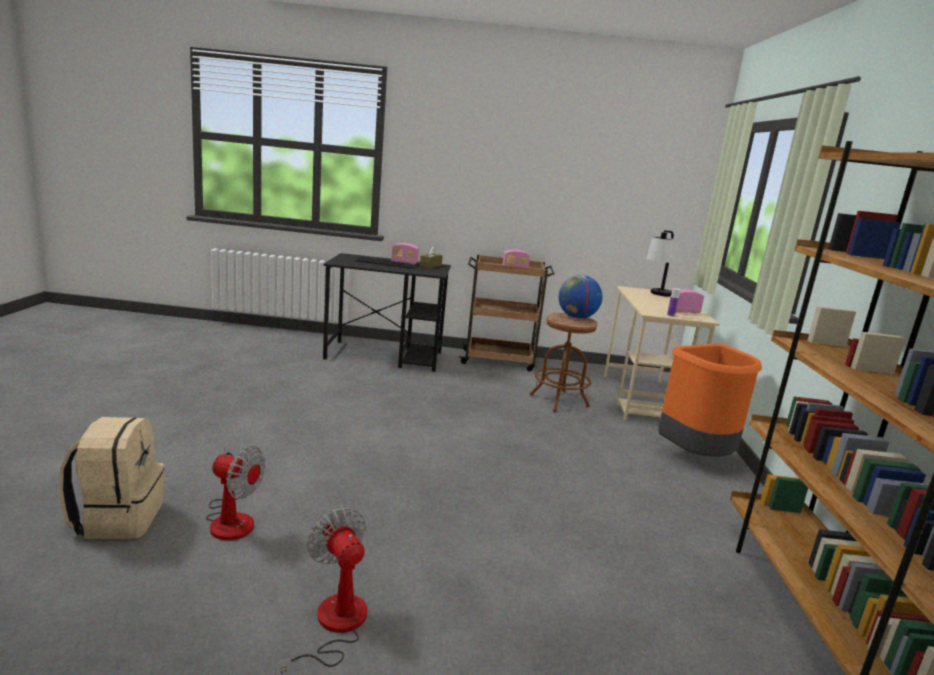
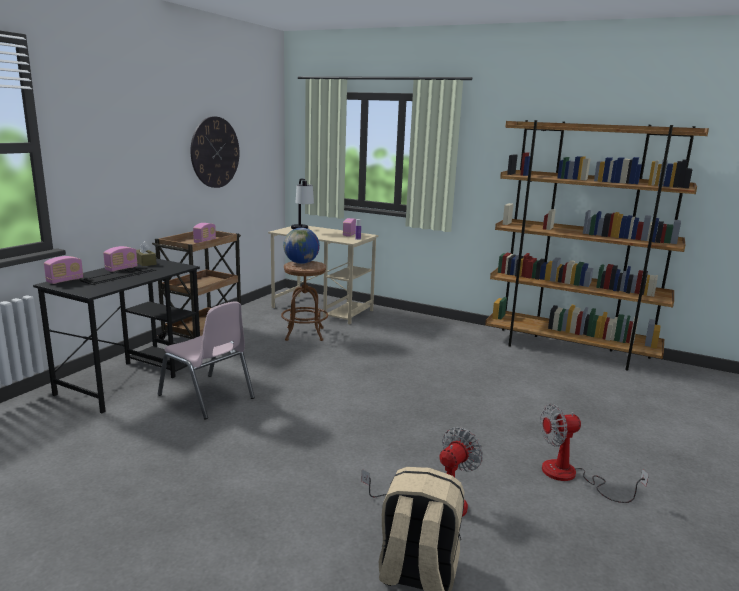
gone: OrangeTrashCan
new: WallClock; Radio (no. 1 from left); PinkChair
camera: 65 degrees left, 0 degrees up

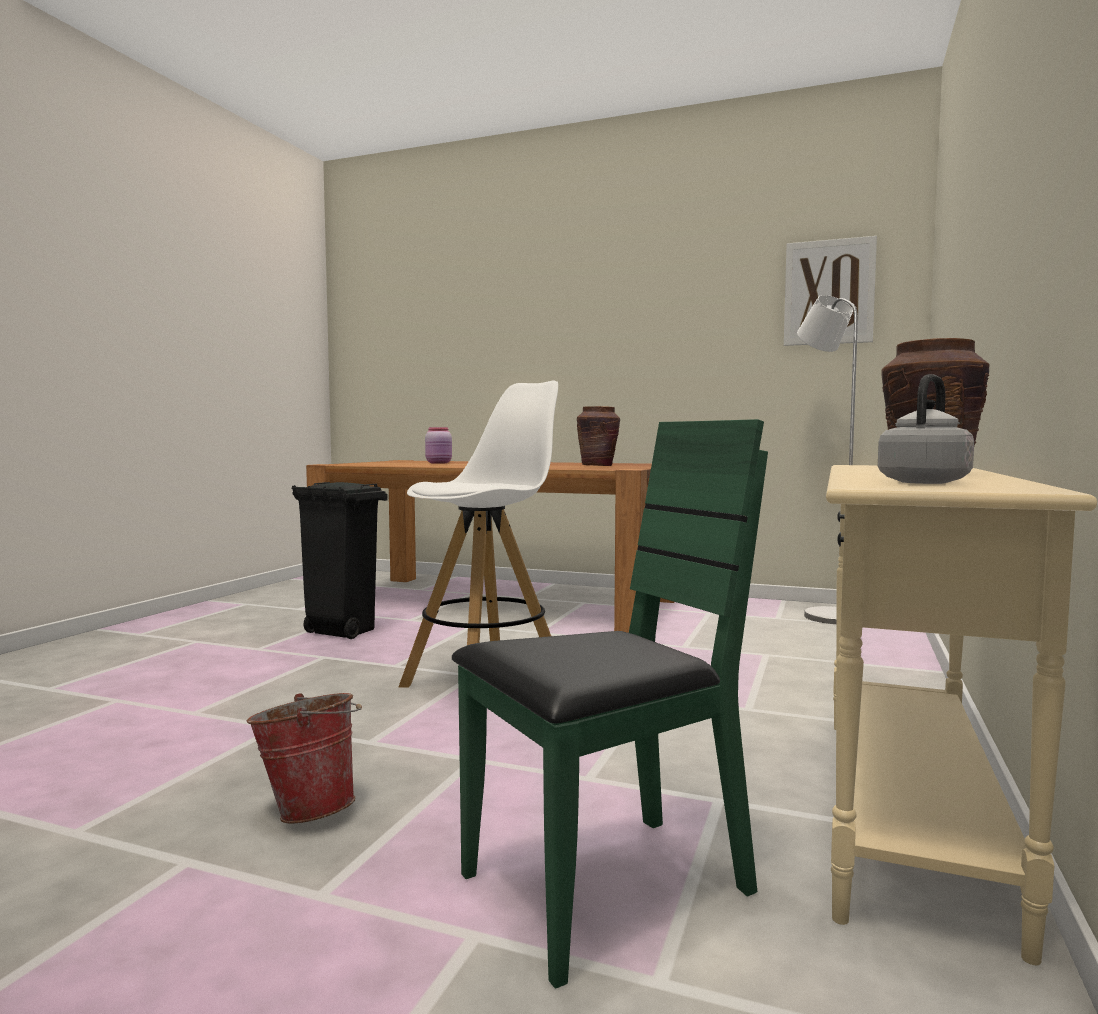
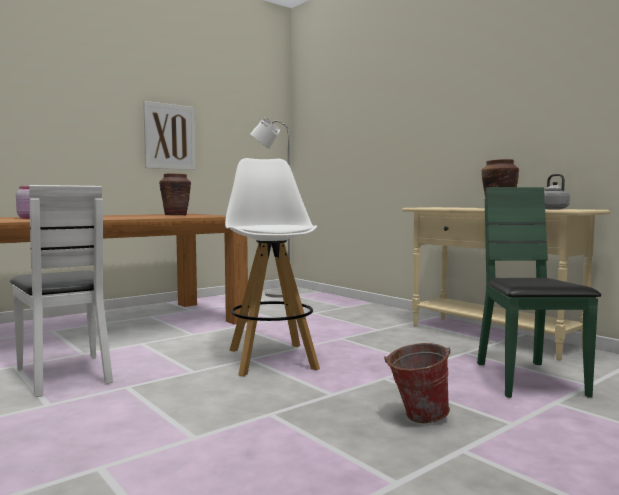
shifted: Picture
swapped: BlackTrashCan to WhiteChair
camera: 60 degrees left, 0 degrees up

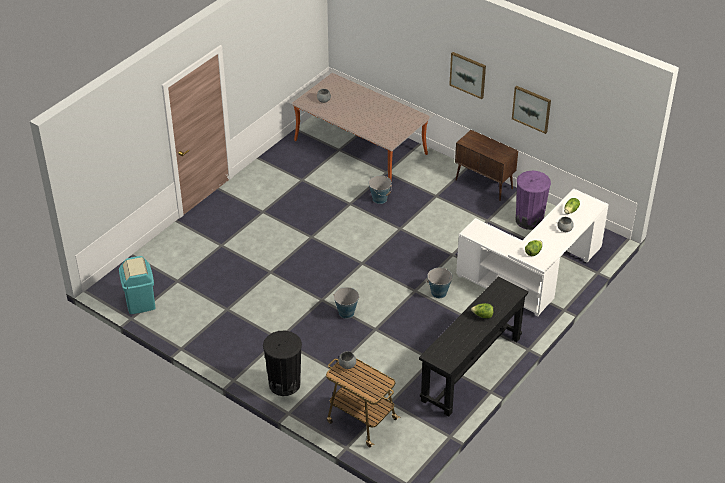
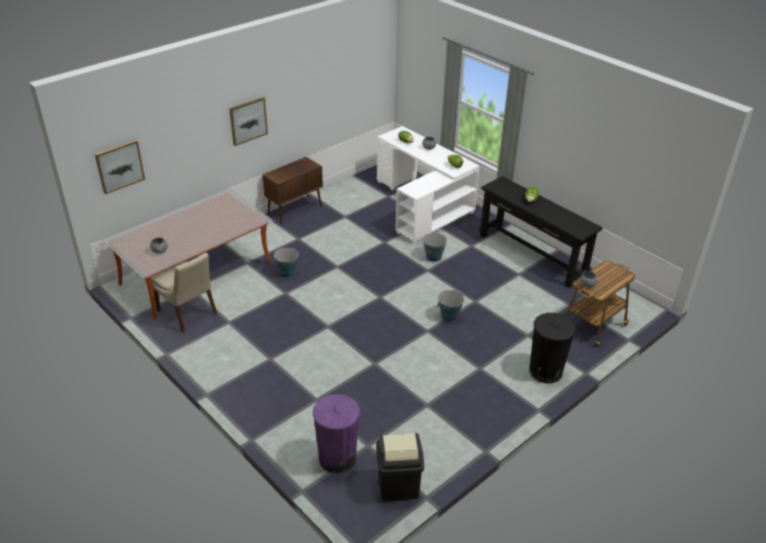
new: BeigeChair
shifted: Picture (no. 2 from left in the first image) to Picture (no. 1 from left); PurpleTrashCan
repainted: TurquoiseTrashCan to BlackTrashCan (no. 1 from left)
camera: 80 degrees left, 5 degrees down

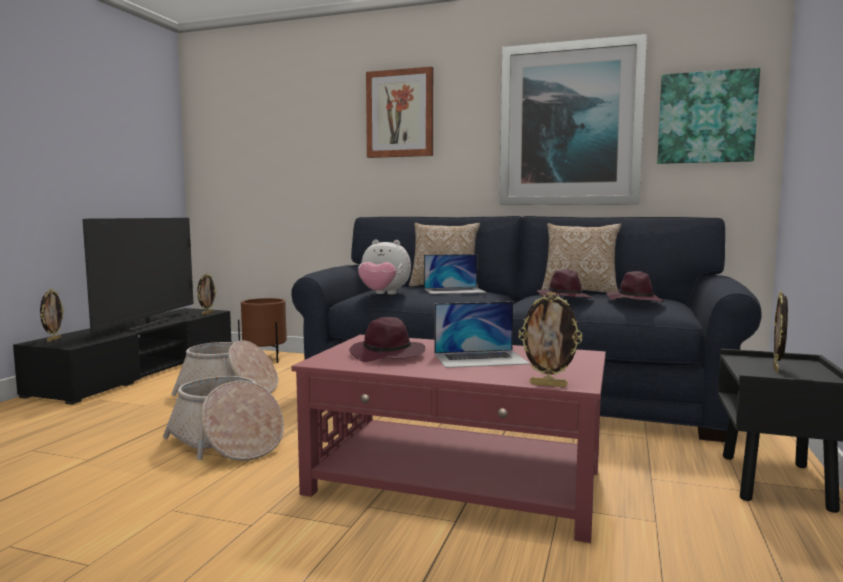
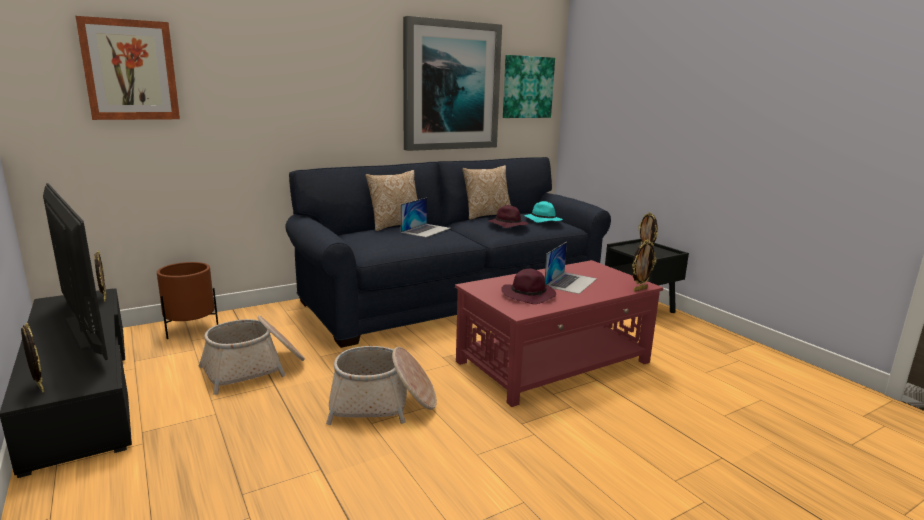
gone: PlushToy
shifted: Picture (no. 1 from left)
repainted: PurpleHat (no. 3 from left) to TurquoiseHat
camera: 50 degrees left, 10 degrees up

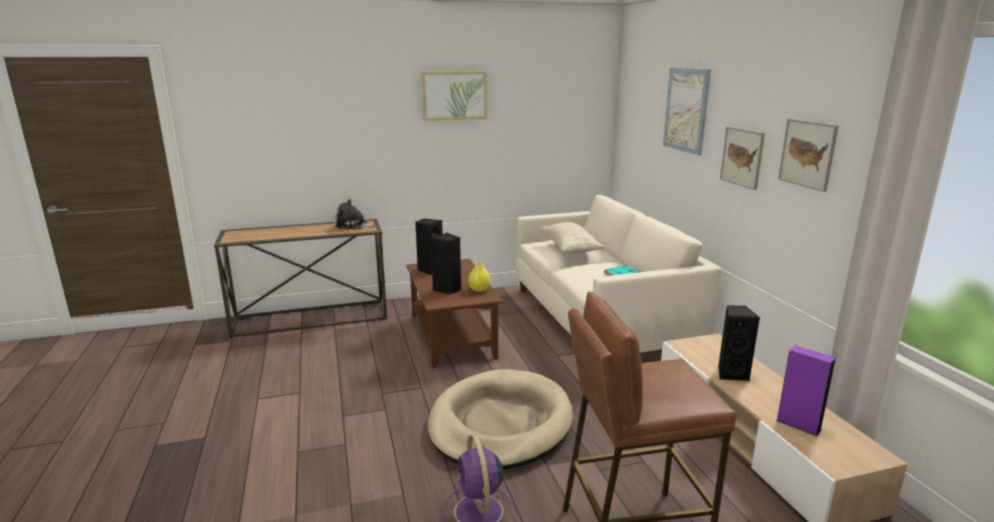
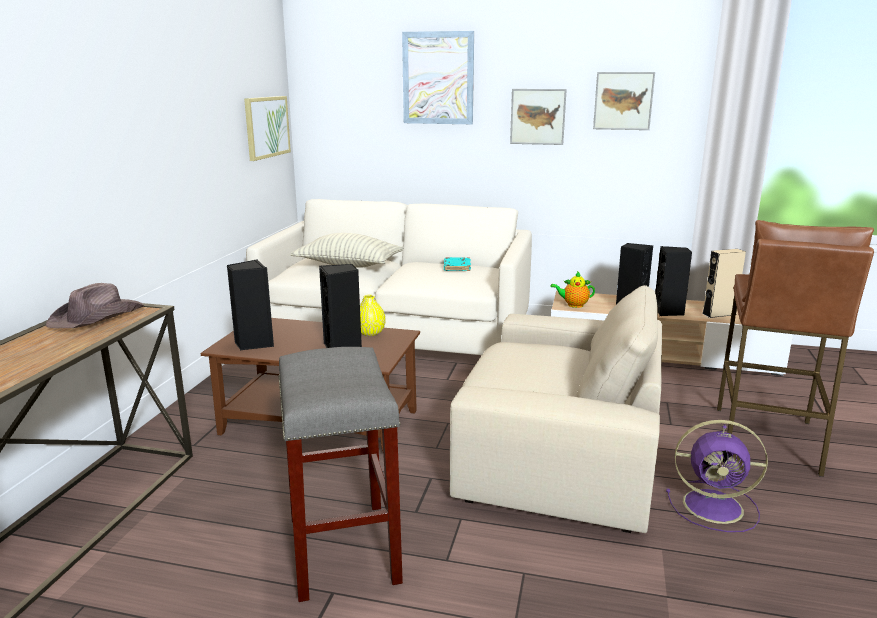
new: BlackSpeaker (no. 4 from left); Teapot; GreyStool
shifted: Picture (no. 1 from left)
swapped: PlushToy to BrownHat; BeigeDogBed to BeigeArmchair
repainted: PurpleSpeaker to BeigeSpeaker
camera: 60 degrees left, 0 degrees up

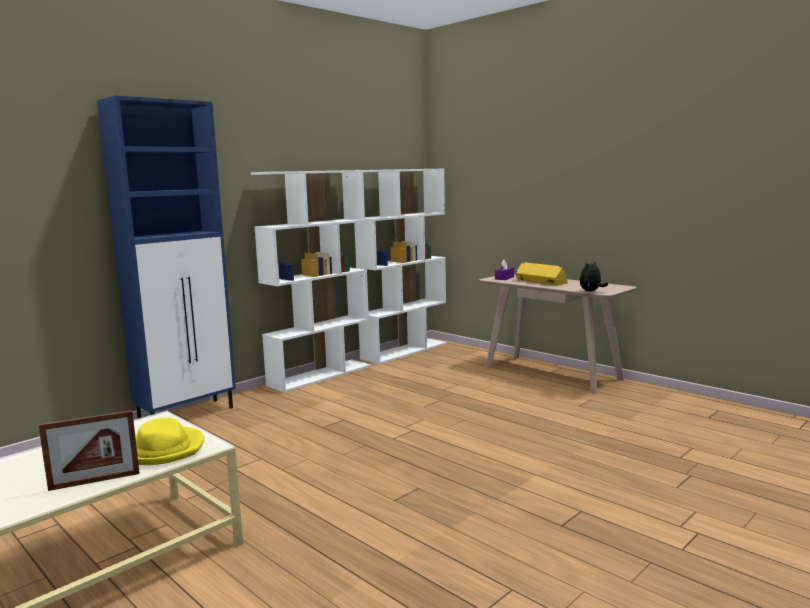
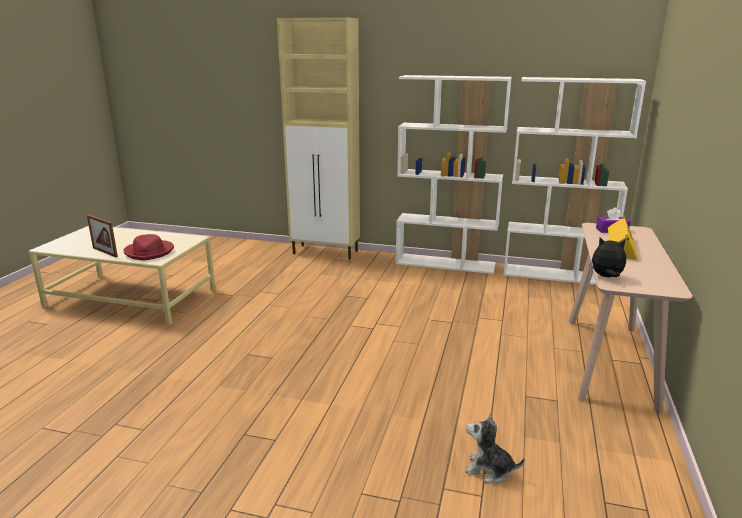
new: PlushToy (no. 1 from left)
repainted: BlueCabinet to BeigeCabinet; YellowHat to RedHat
camera: 60 degrees right, 10 degrees up

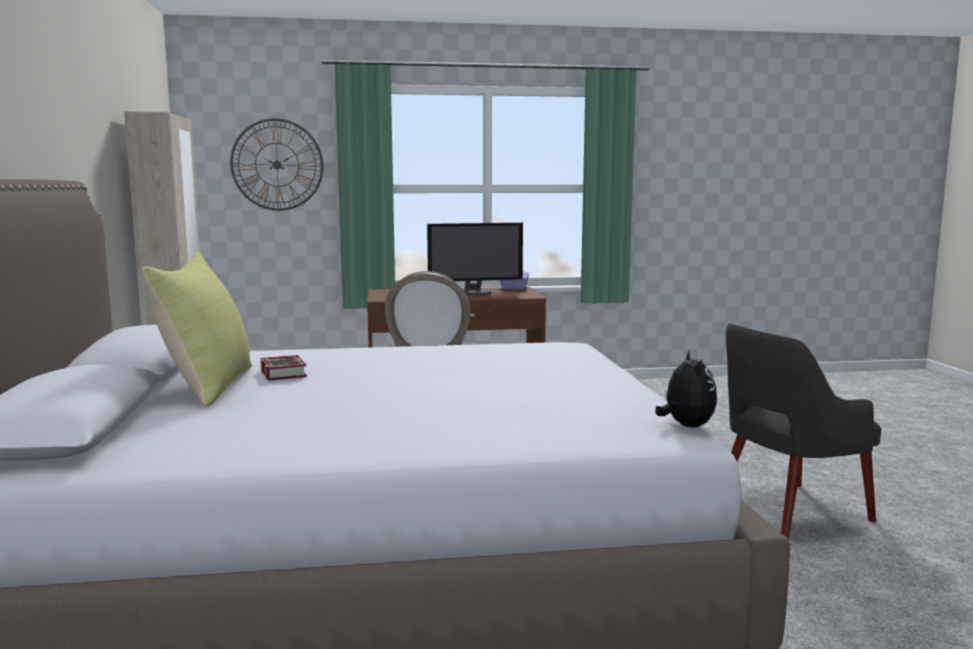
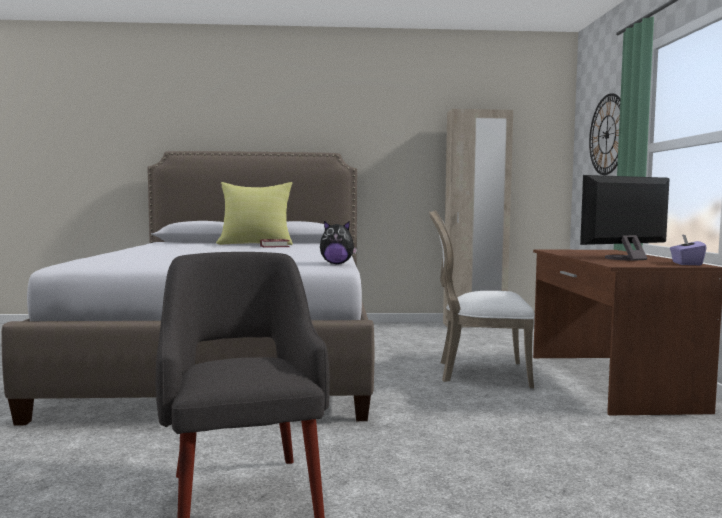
shifted: PlushToy
rotated: Monitor 75 degrees clockwise
camera: 95 degrees right, 5 degrees down

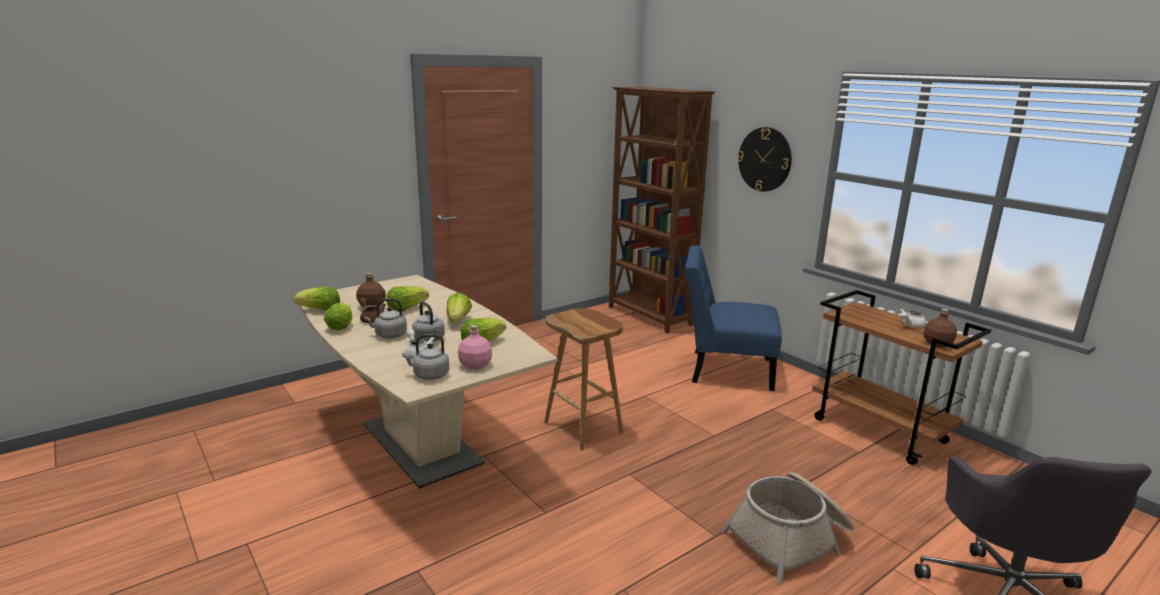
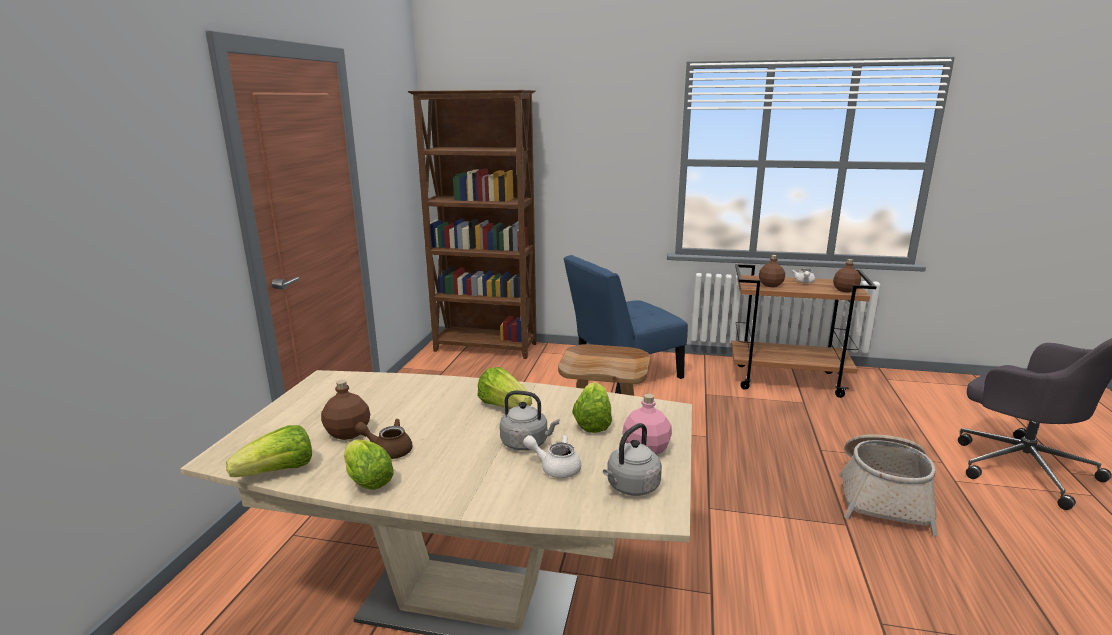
gone: WallClock; Lettuce (no. 3 from left); GreyKettle (no. 1 from left)
new: BrownBottle (no. 2 from left)
camera: 40 degrees left, 0 degrees up

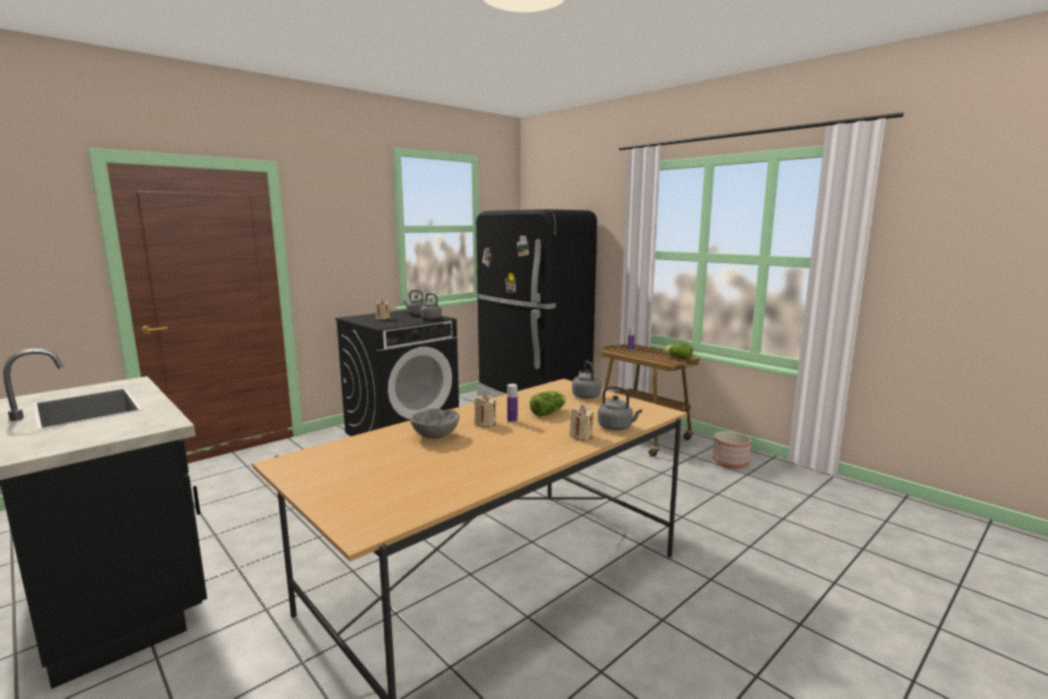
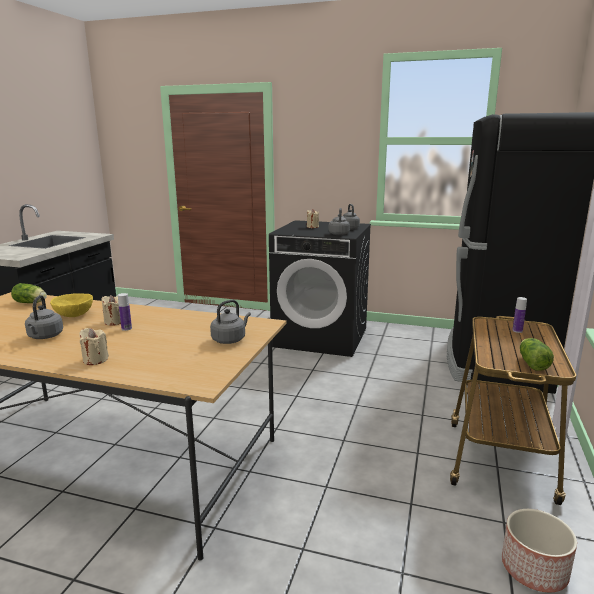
shifted: GreyKettle (no. 4 from left in the first image) to GreyKettle (no. 1 from left); Lettuce (no. 1 from left)
repainted: GreyBowl to YellowBowl
camera: 60 degrees right, 5 degrees up

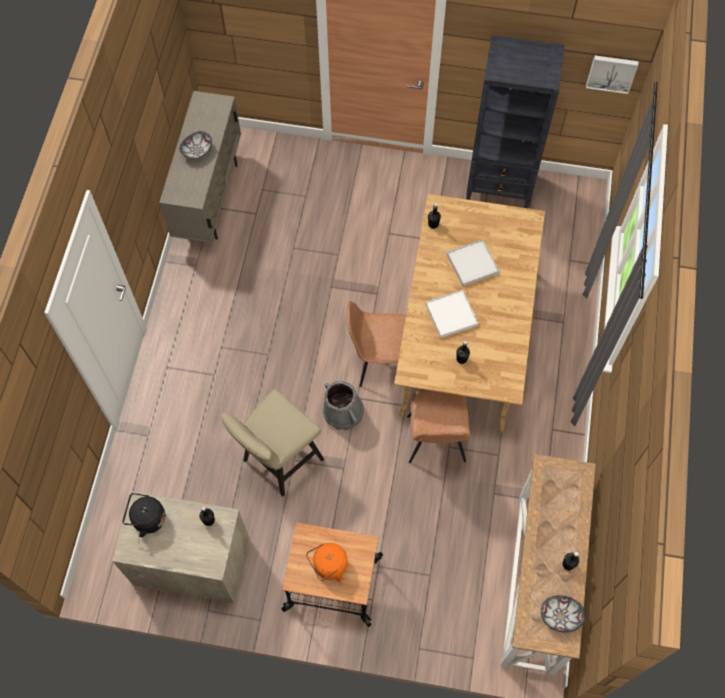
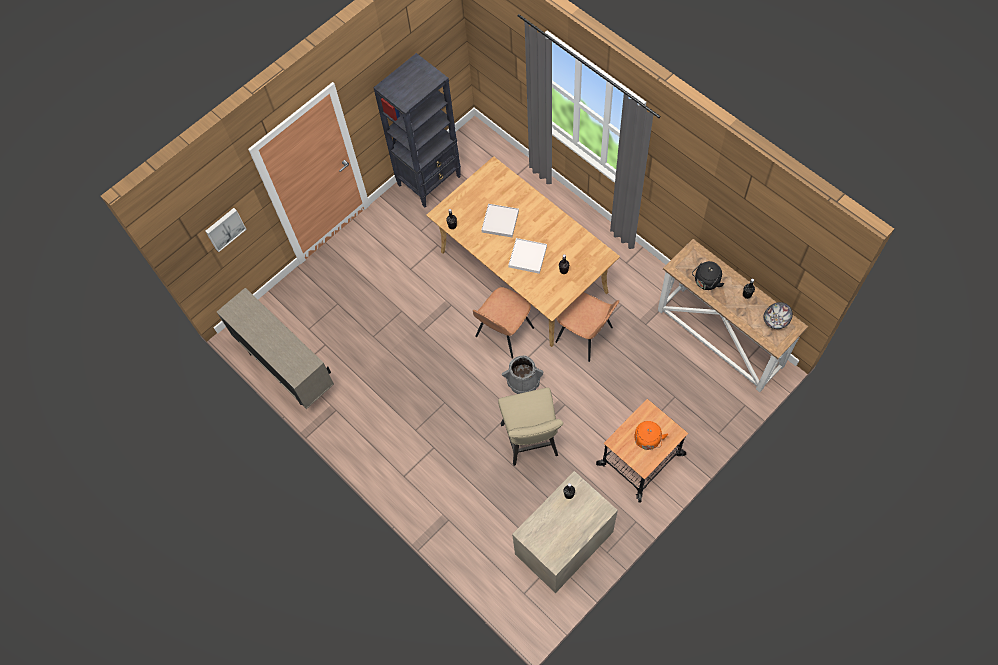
gone: Bowl (no. 1 from left)
shifted: Picture; BlackKettle
camera: 50 degrees left, 0 degrees up

